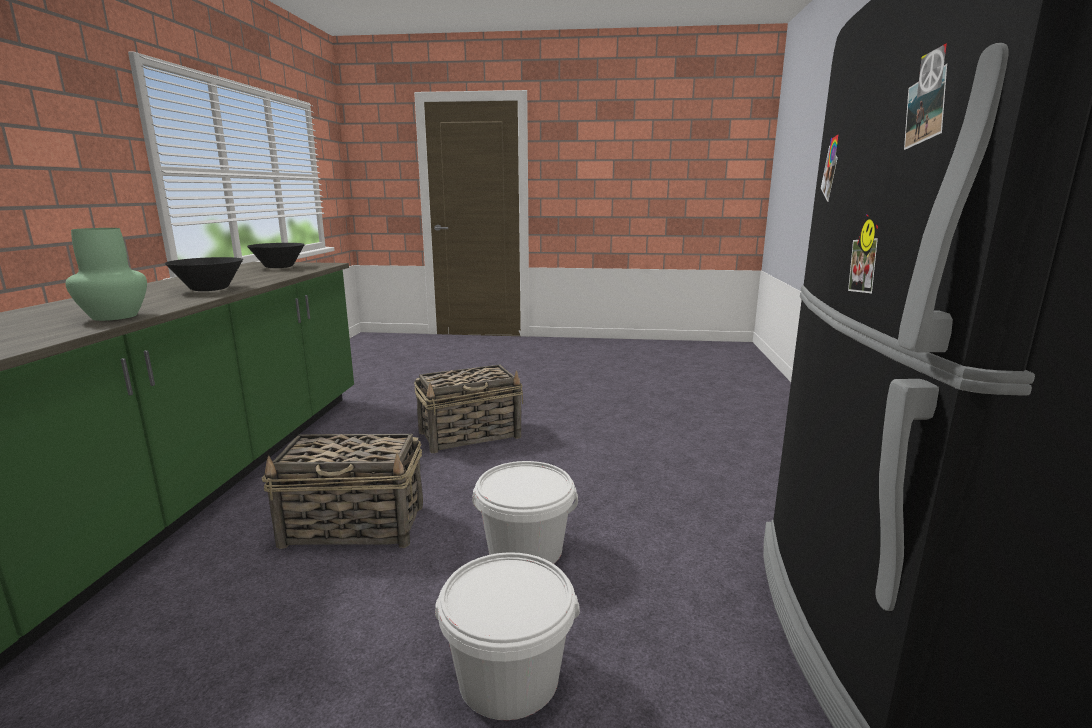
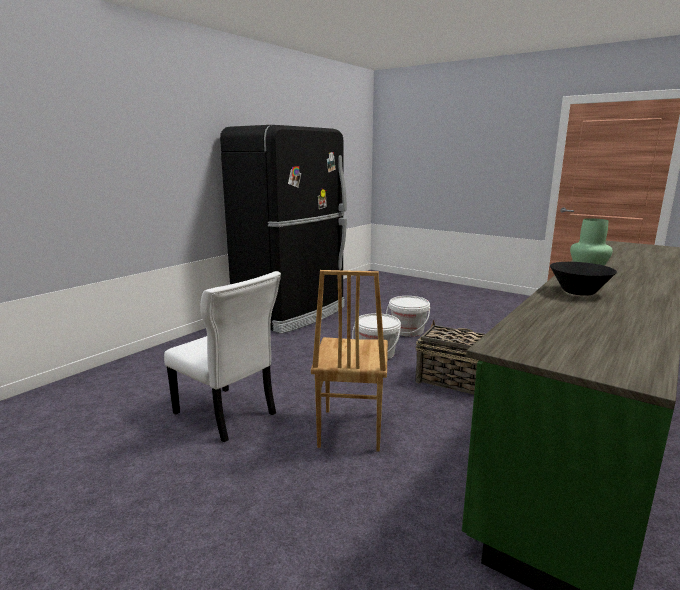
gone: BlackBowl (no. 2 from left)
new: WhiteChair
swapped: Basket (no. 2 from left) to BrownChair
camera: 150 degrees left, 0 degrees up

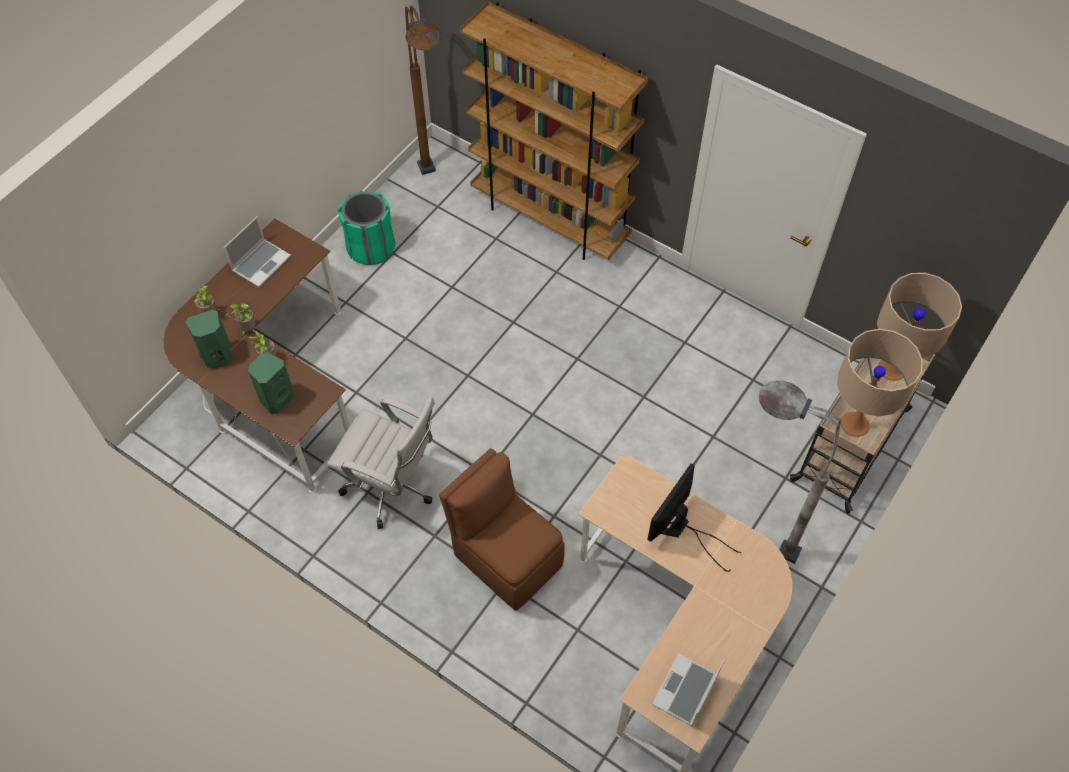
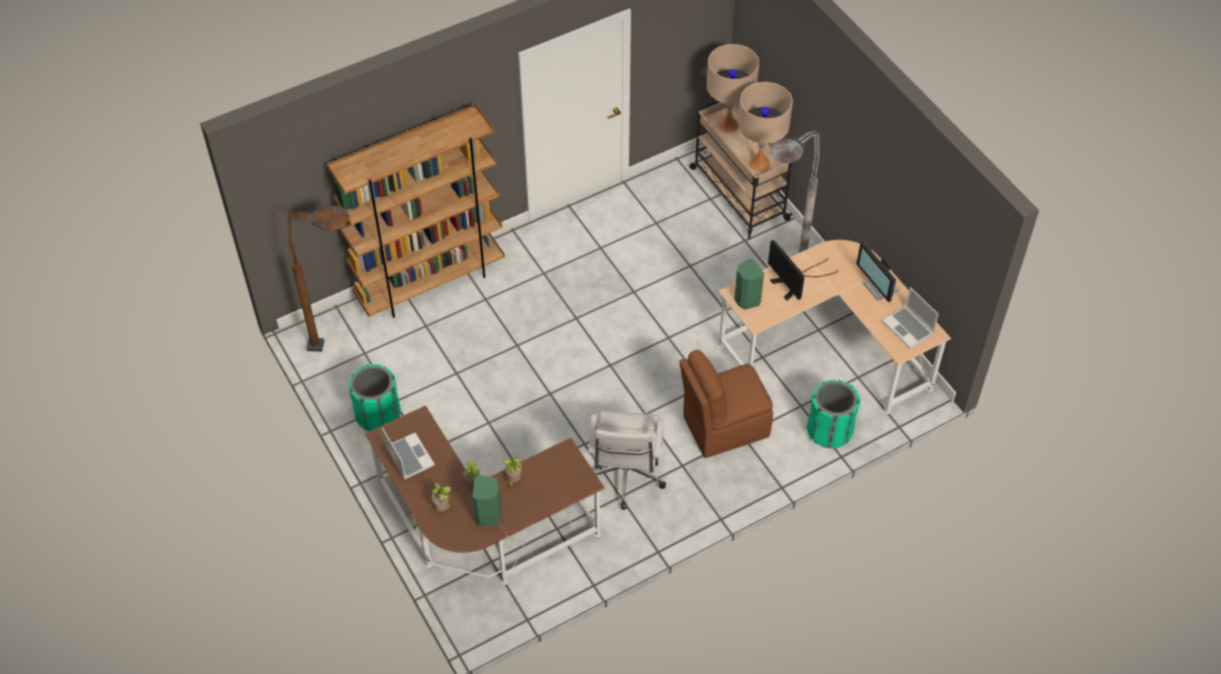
new: Monitor (no. 2 from left); GreenTrashCan (no. 2 from left)
shifted: GreenSpeaker (no. 2 from left)
rotated: WhiteOfficeChair 135 degrees clockwise
camera: 65 degrees left, 5 degrees down

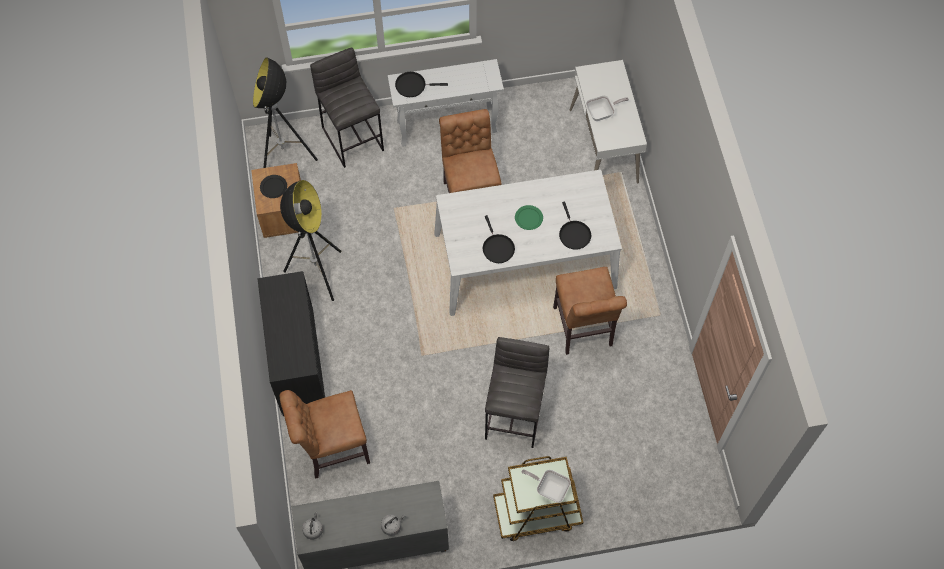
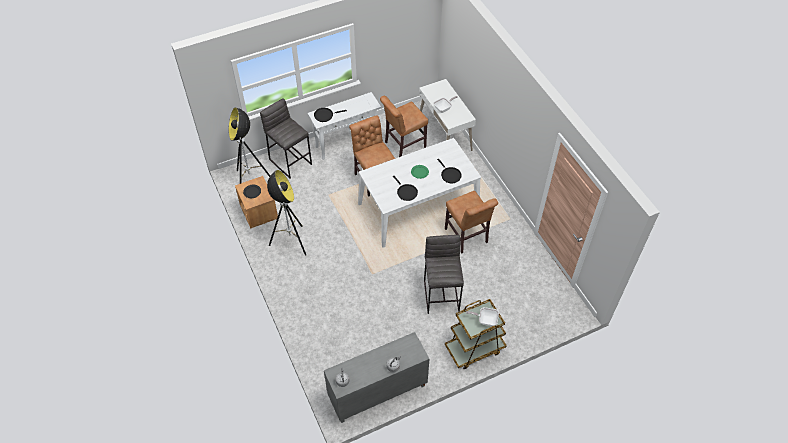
gone: BlackDresser
shifted: BrownChair (no. 1 from left in the first image) to BrownChair (no. 2 from left)
camera: 15 degrees left, 10 degrees down

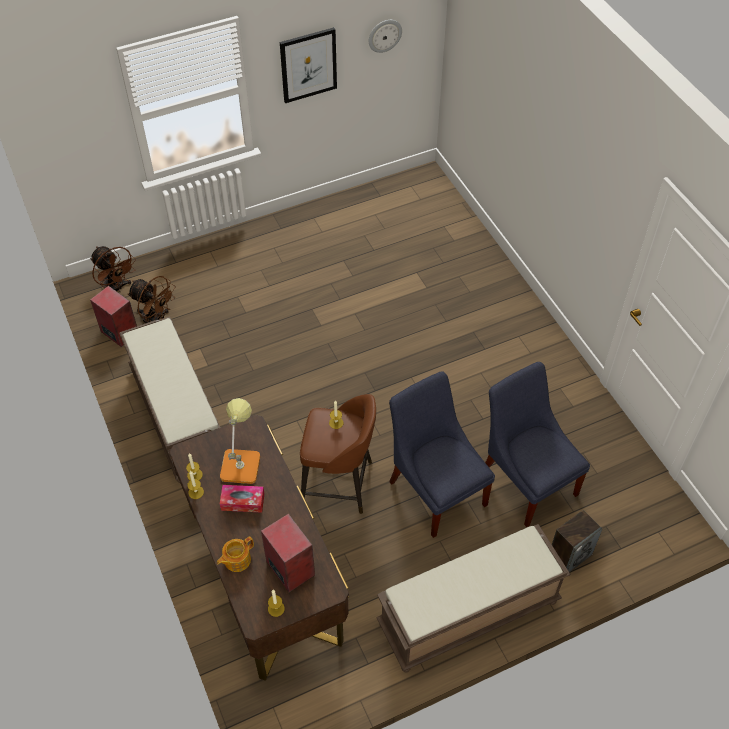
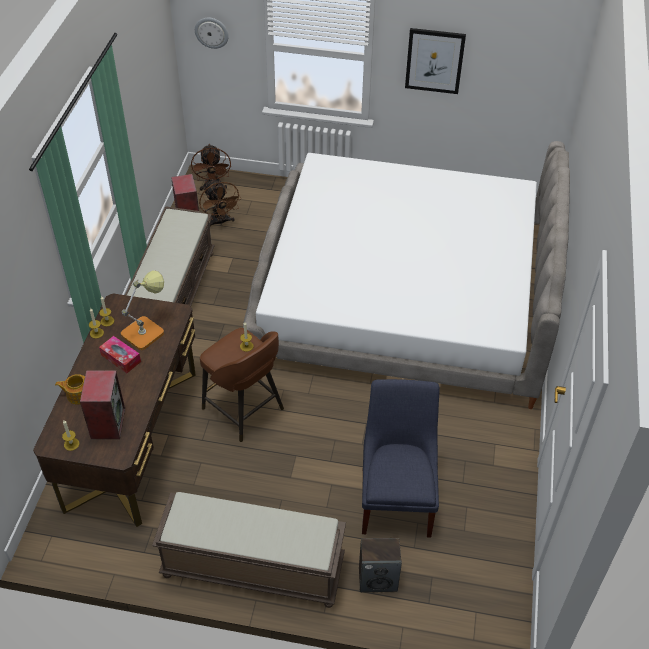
gone: BlueChair (no. 1 from left)
new: Bed
shifted: WallClock
camera: 35 degrees right, 5 degrees down

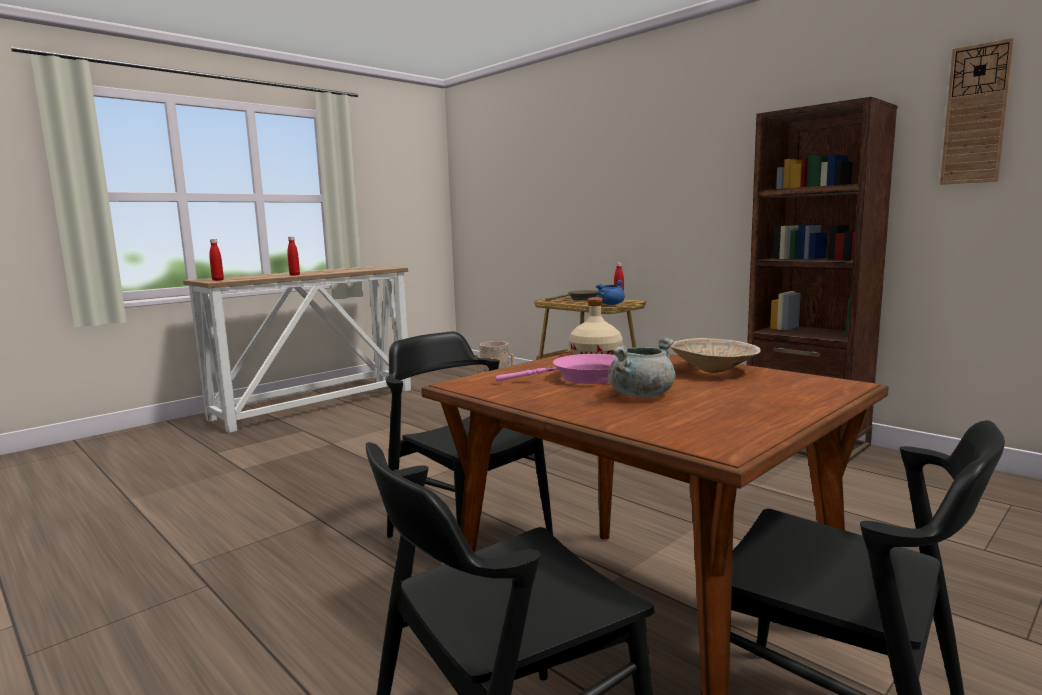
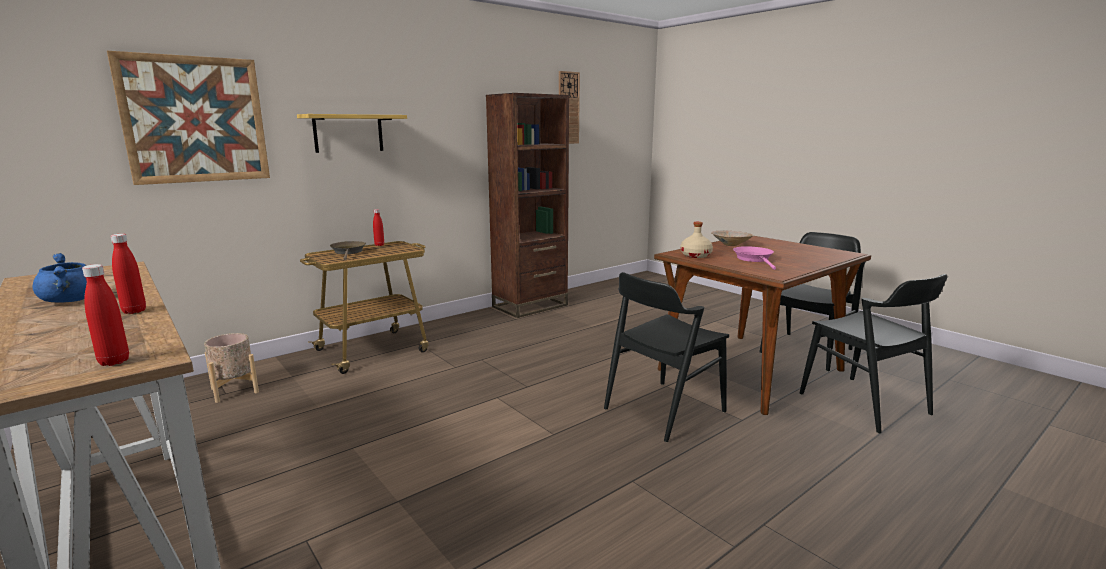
gone: GreyCookingPot
new: Picture; Shelf
shifted: BlueCookingPot
camera: 85 degrees left, 5 degrees up

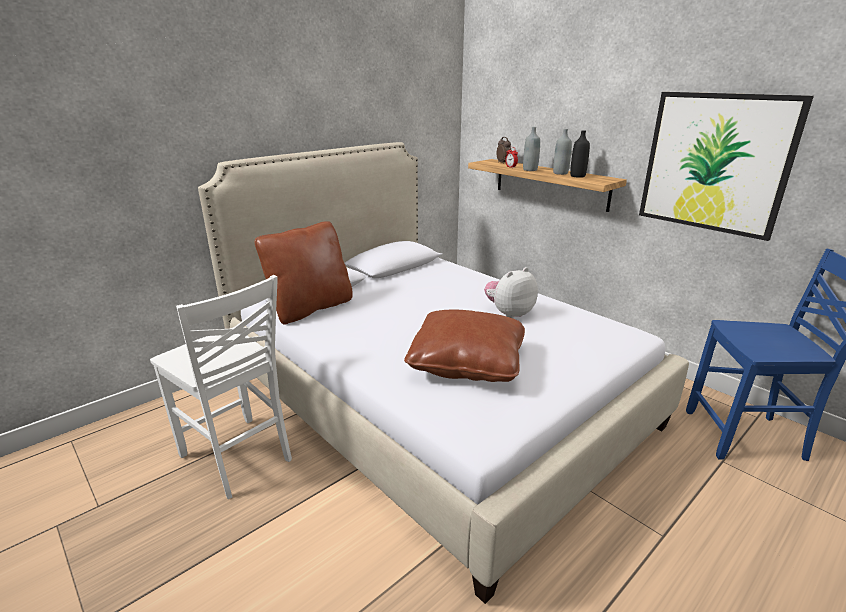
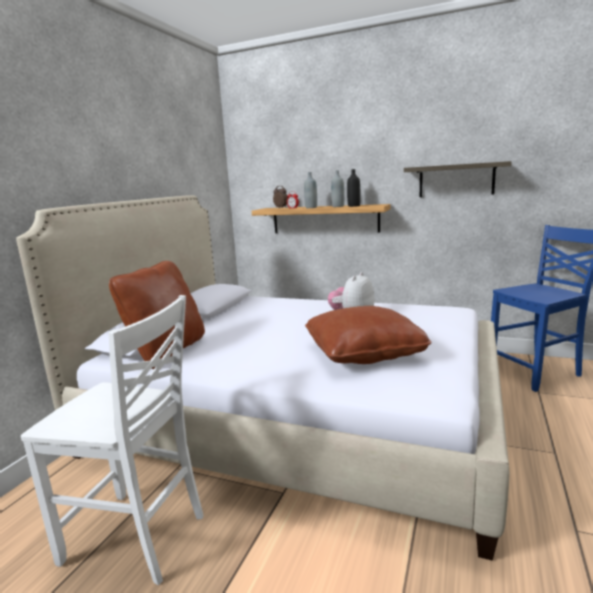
swapped: Picture to Shelf (no. 2 from left)
camera: 25 degrees left, 10 degrees down

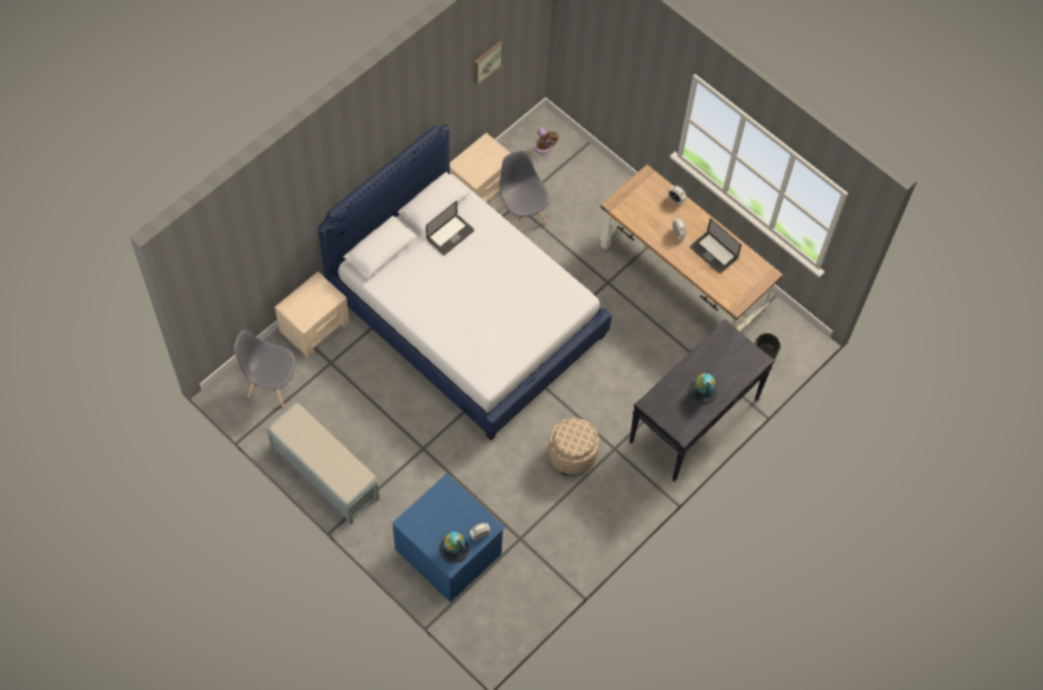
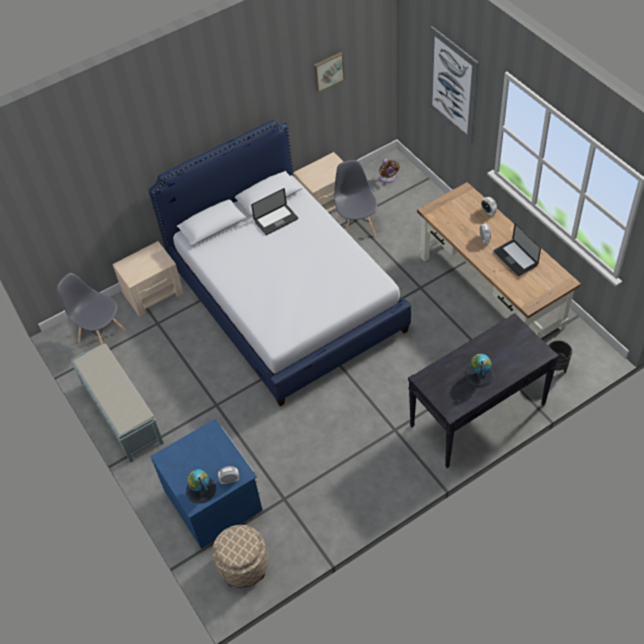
new: Picture (no. 2 from left)
shifted: BeigeOttoman
camera: 20 degrees right, 10 degrees down

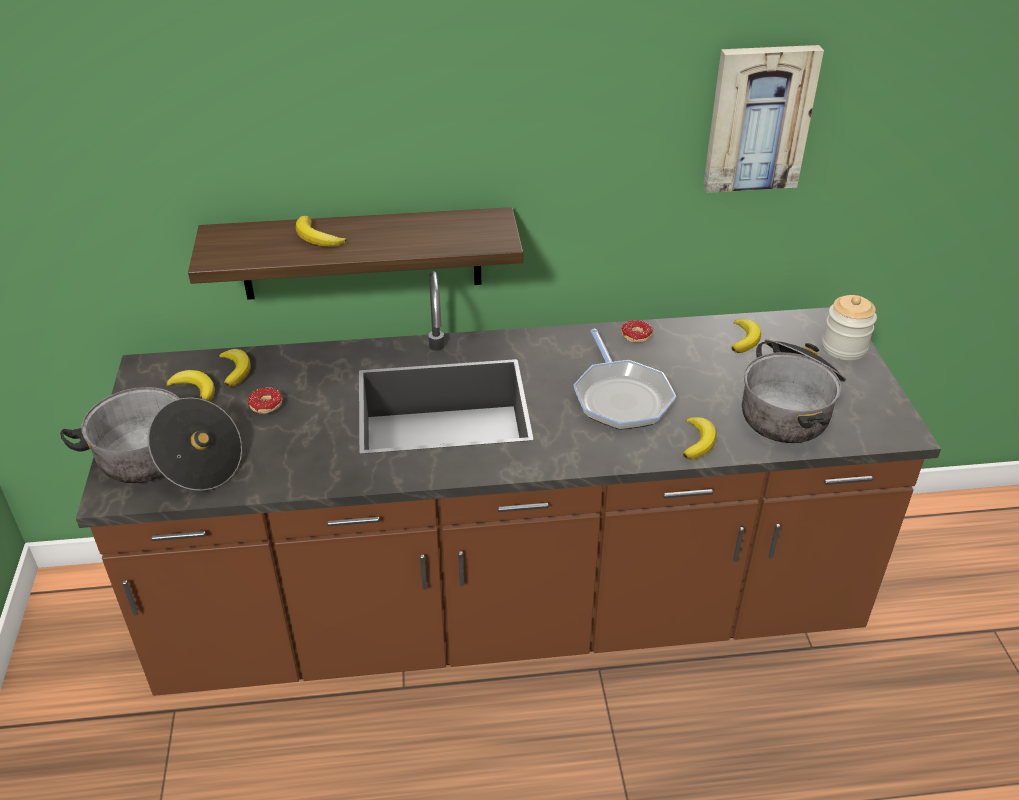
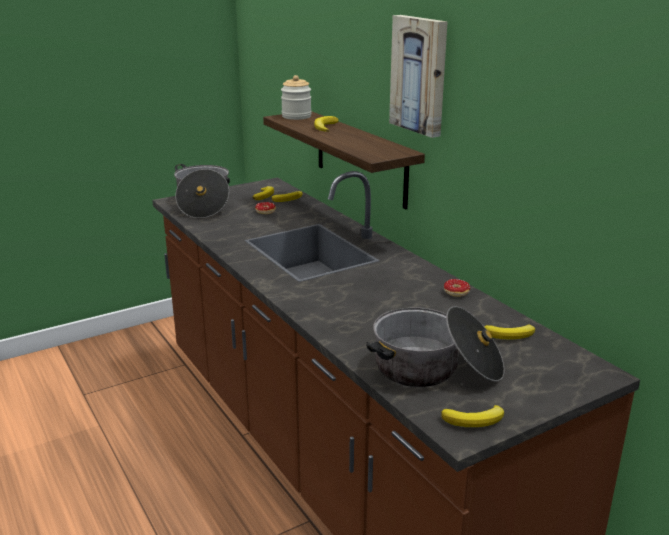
gone: FryingPan
shifted: Picture; Jar; Banana (no. 4 from left)
camera: 65 degrees right, 15 degrees down

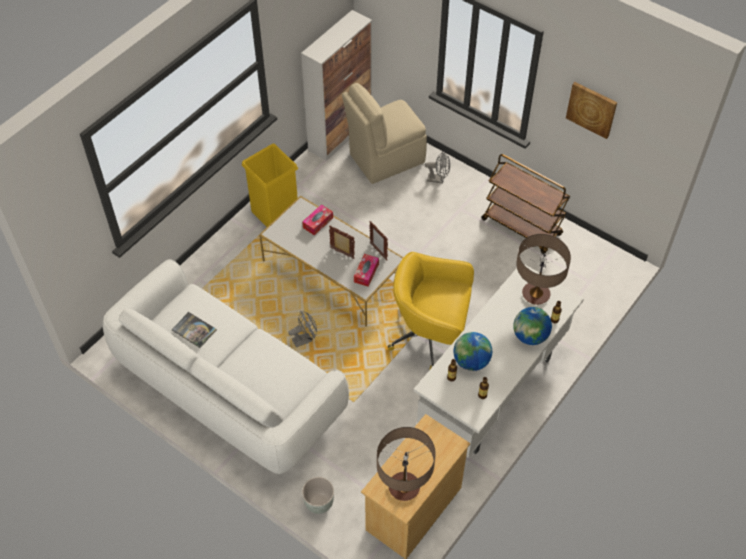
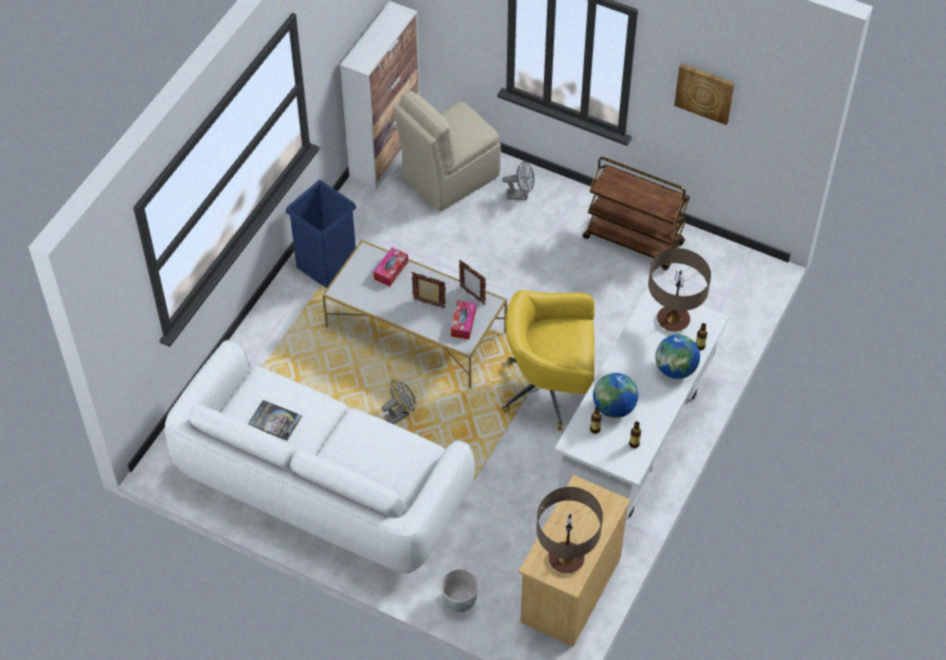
repainted: YellowTrashCan to BlueTrashCan
camera: 10 degrees left, 0 degrees up

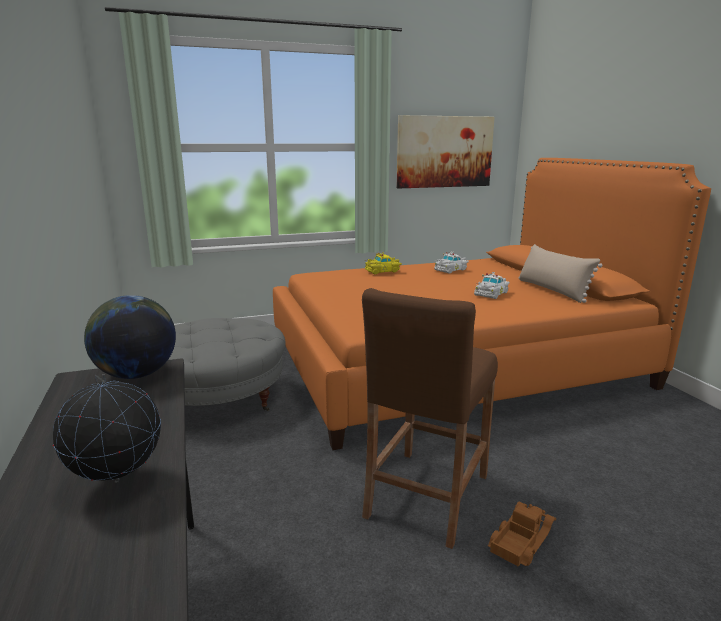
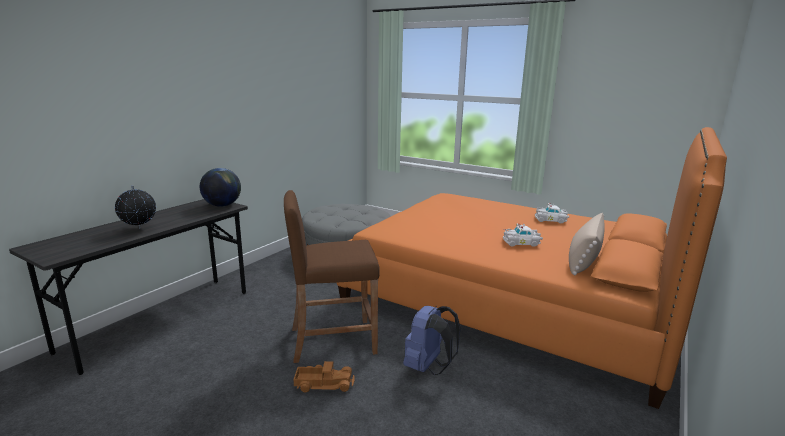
gone: Picture; YellowToyCar
new: BlueBackpack
camera: 50 degrees right, 0 degrees up

